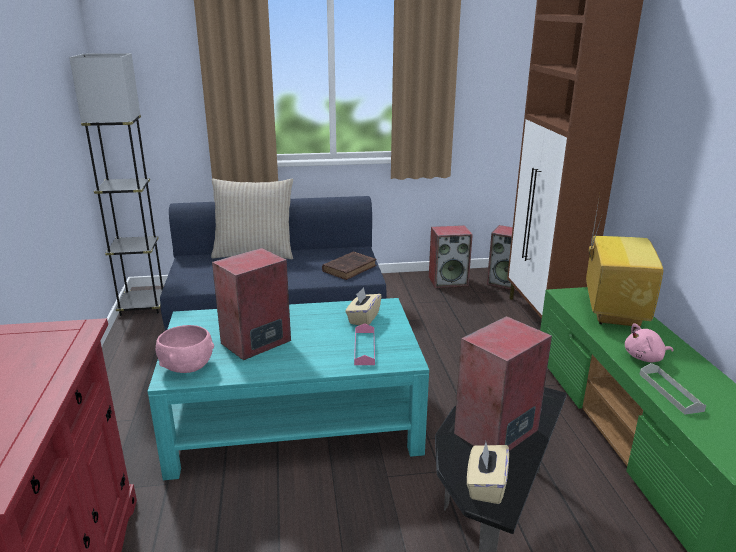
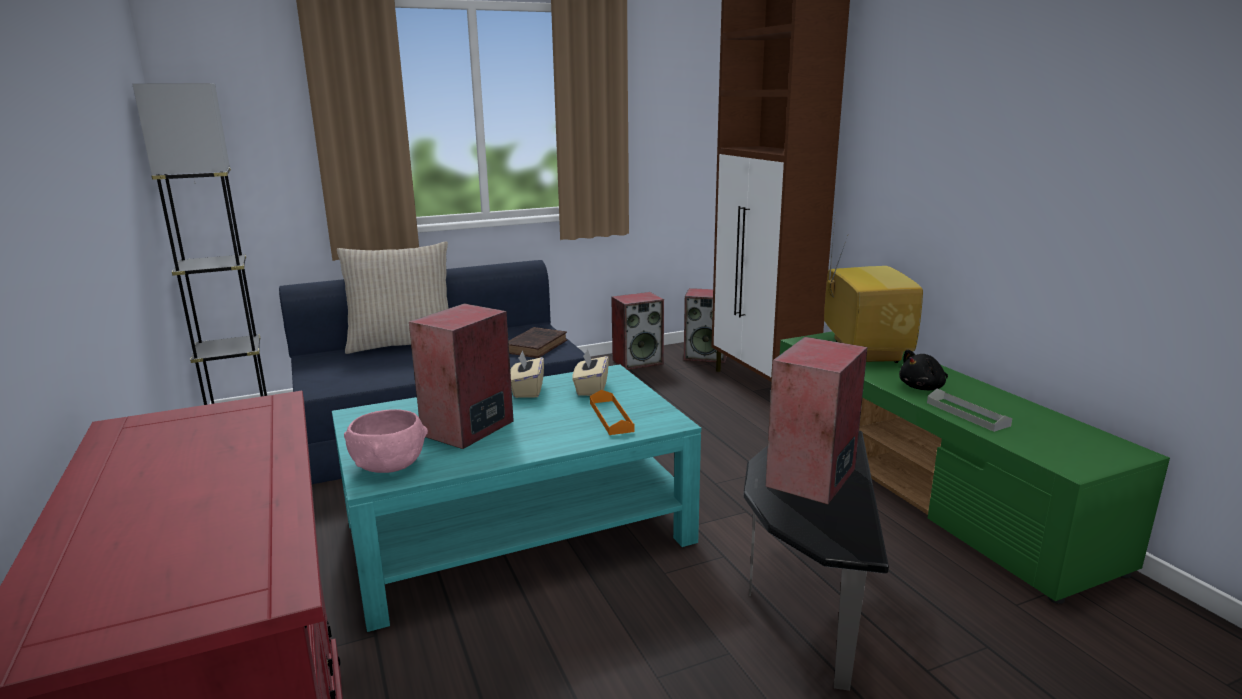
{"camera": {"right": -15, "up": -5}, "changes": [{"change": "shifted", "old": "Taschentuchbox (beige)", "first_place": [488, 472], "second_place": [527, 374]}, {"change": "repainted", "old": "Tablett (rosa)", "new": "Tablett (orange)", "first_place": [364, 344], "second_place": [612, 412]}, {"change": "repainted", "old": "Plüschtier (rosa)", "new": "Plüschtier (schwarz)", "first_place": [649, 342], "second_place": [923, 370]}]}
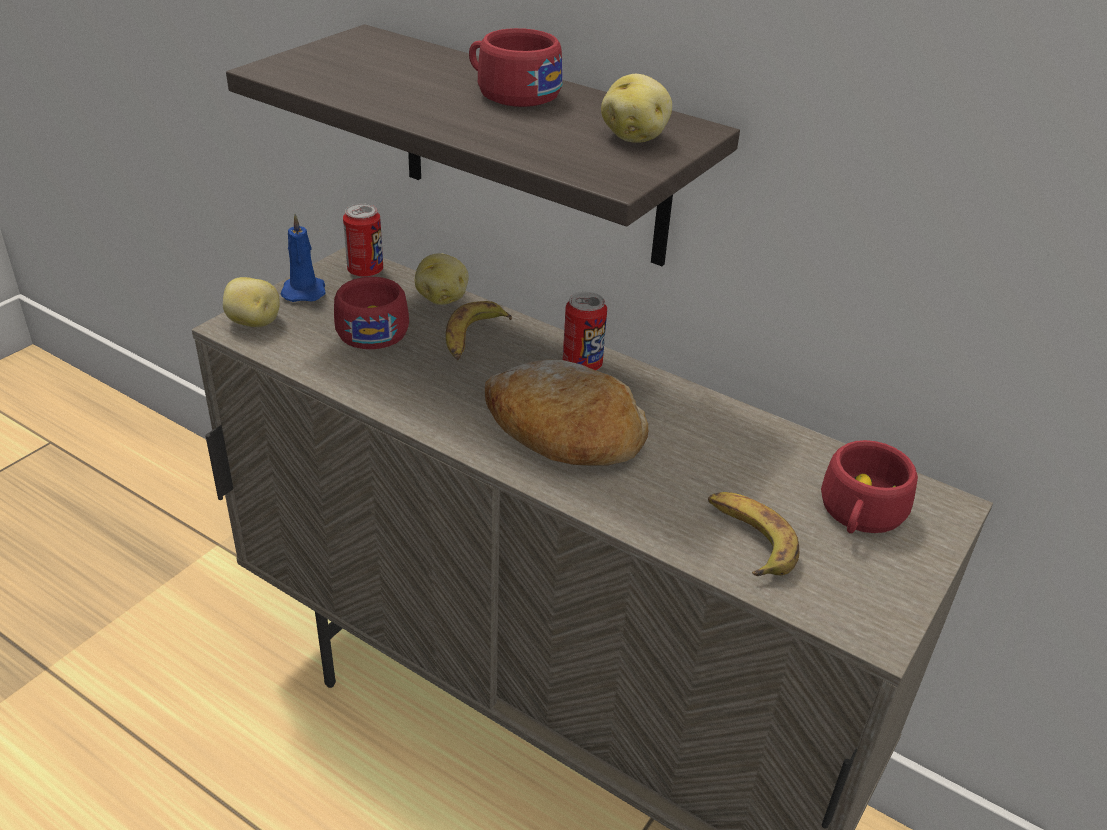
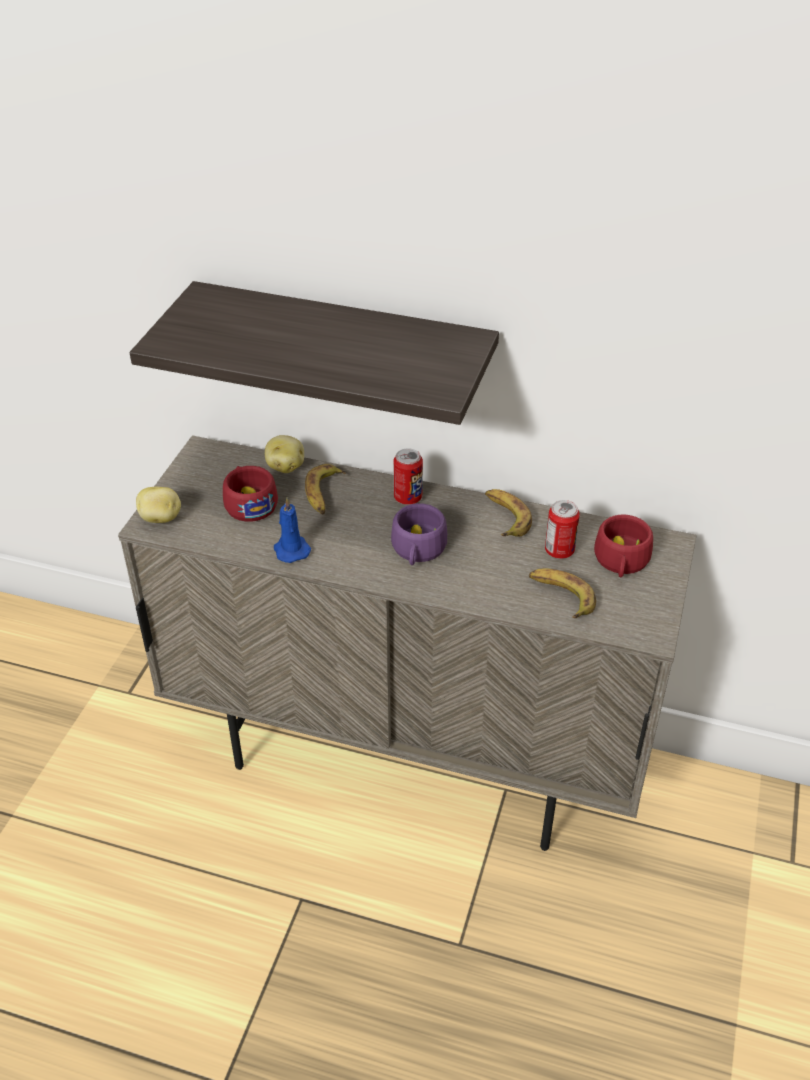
{"camera": {"right": -15, "up": 5}, "changes": [{"change": "gone", "old": "Tasse (rot)", "first_place": [516, 67]}, {"change": "gone", "old": "Kartoffel", "first_place": [636, 108]}, {"change": "new", "new": "Banane", "second_place": [508, 513]}, {"change": "shifted", "old": "Kerze (blau)", "first_place": [303, 257], "second_place": [292, 530]}, {"change": "shifted", "old": "Dose", "first_place": [363, 240], "second_place": [562, 529]}, {"change": "swapped", "old": "Brot", "new": "Tasse (lila)", "first_place": [566, 412], "second_place": [419, 534]}]}
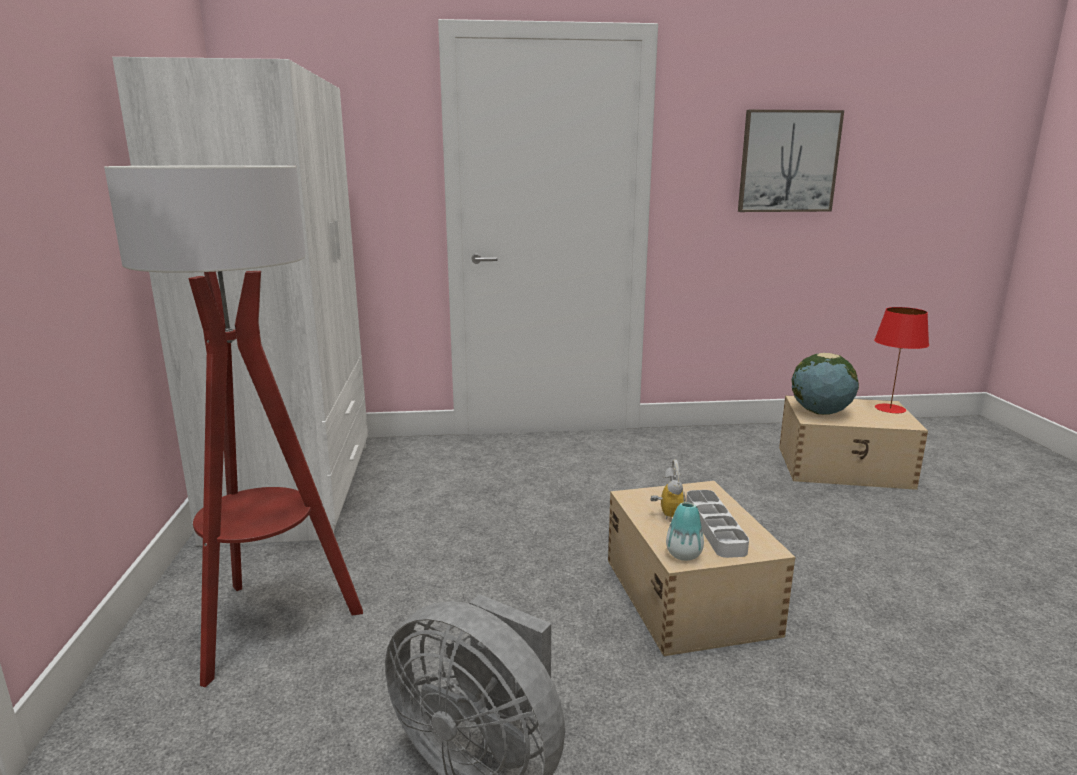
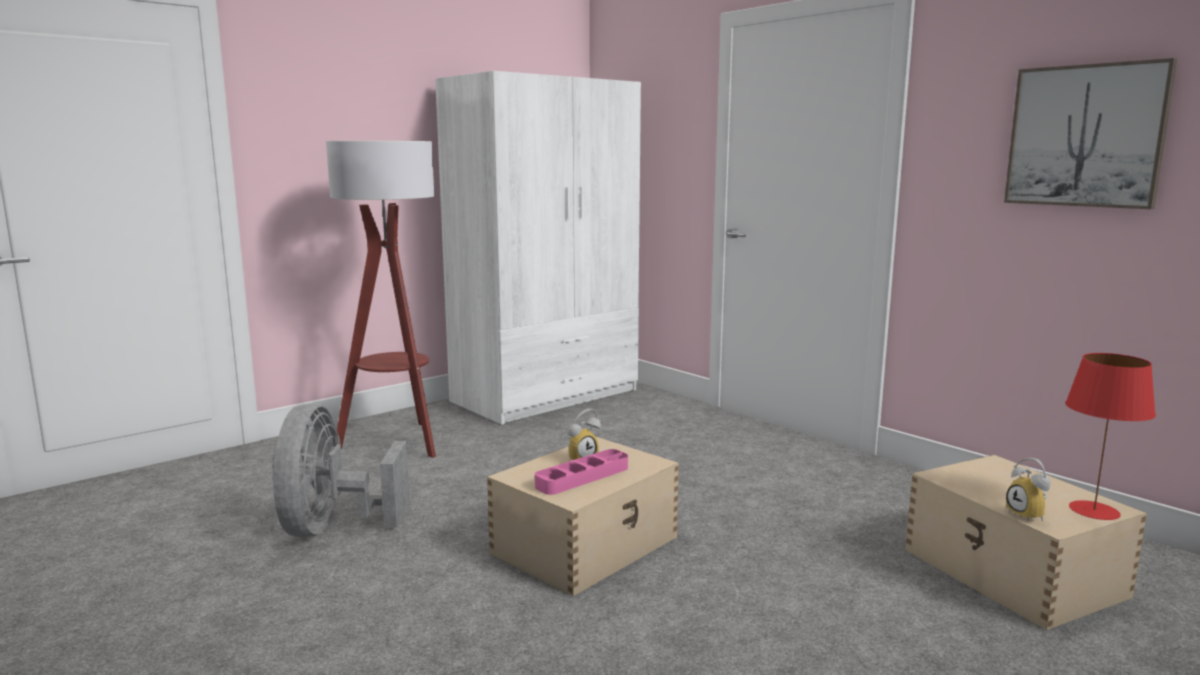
{"camera": {"right": 55, "up": -5}, "changes": [{"change": "gone", "old": "Vase", "first_place": [685, 531]}, {"change": "gone", "old": "Globus", "first_place": [825, 384]}, {"change": "new", "new": "Wecker", "second_place": [1028, 490]}, {"change": "repainted", "old": "Tablett (grau)", "new": "Tablett (rosa)", "first_place": [717, 524], "second_place": [581, 472]}]}
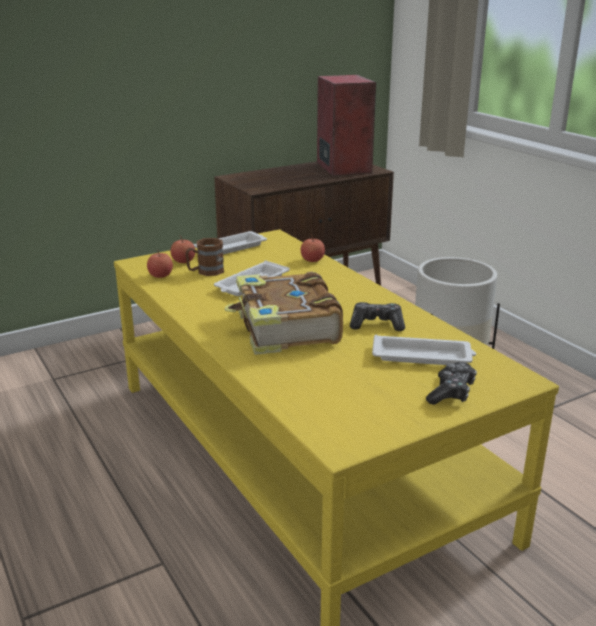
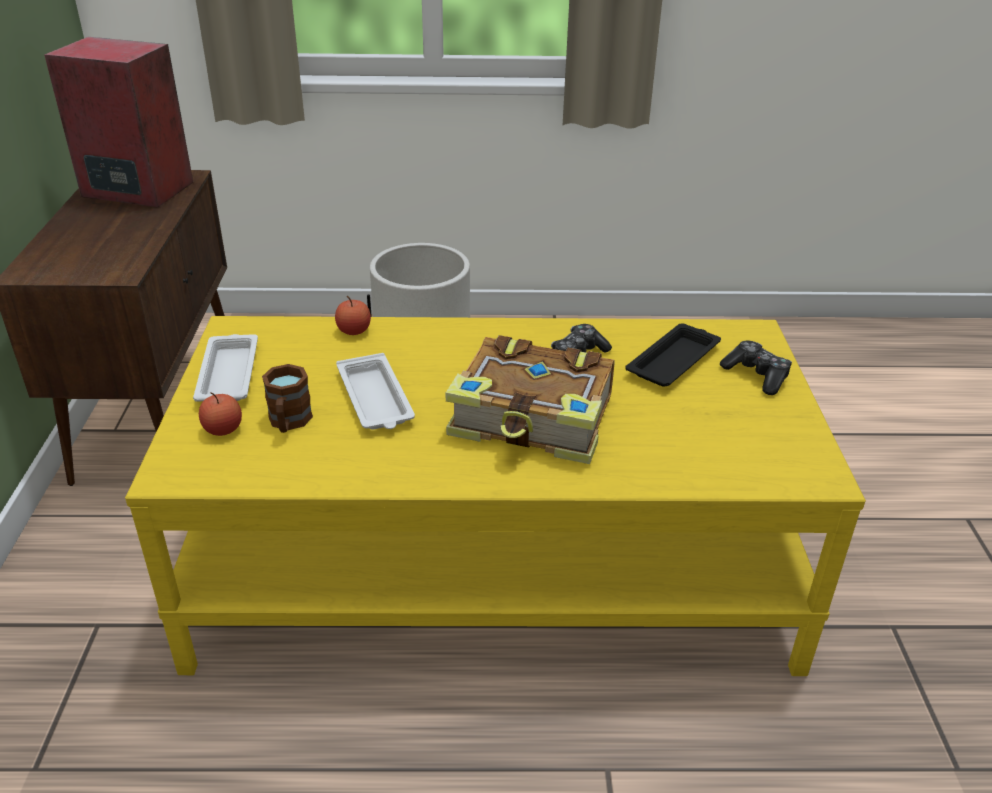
{"camera": {"right": -60, "up": 10}, "changes": [{"change": "gone", "old": "Apfel", "first_place": [160, 264]}, {"change": "repainted", "old": "Tablett (weiß)", "new": "Tablett (schwarz)", "first_place": [424, 349], "second_place": [673, 355]}]}
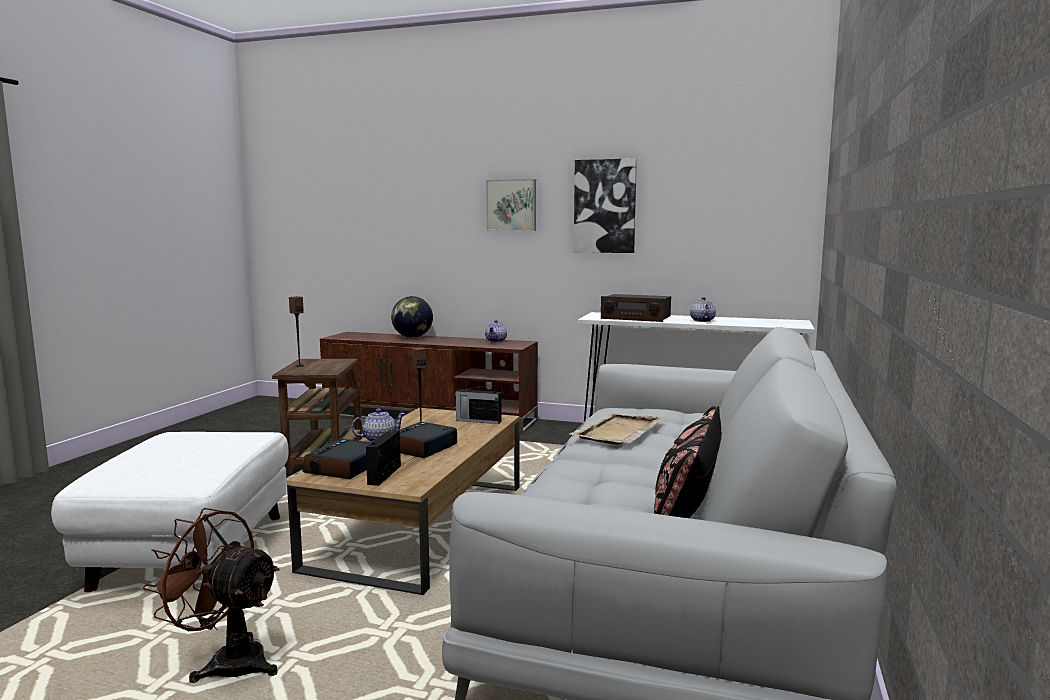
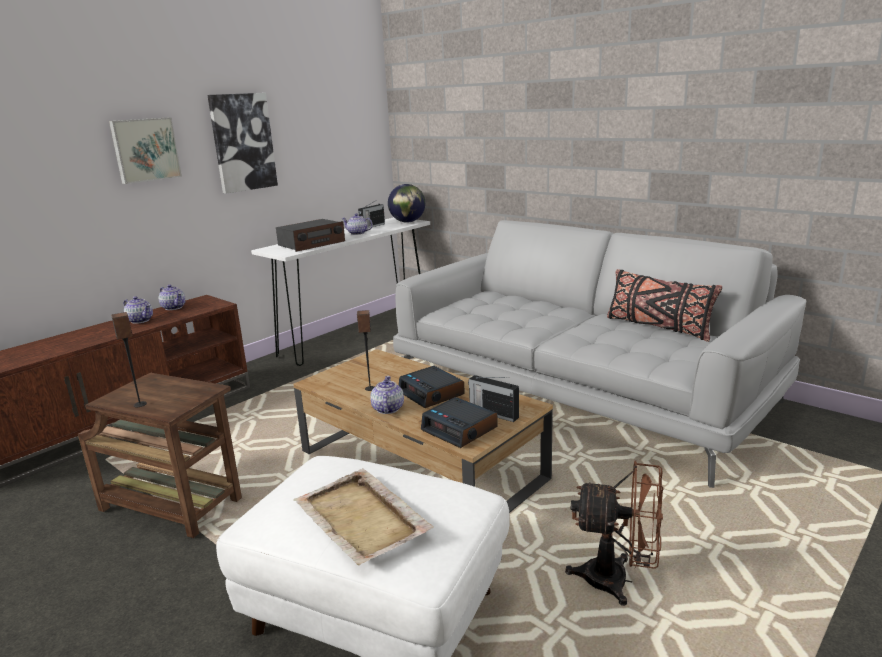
{"camera": {"right": -65, "up": 10}, "changes": [{"change": "new", "new": "Teekanne", "second_place": [138, 310]}, {"change": "shifted", "old": "Globus", "first_place": [412, 317], "second_place": [407, 203]}, {"change": "shifted", "old": "Radio", "first_place": [478, 404], "second_place": [371, 215]}, {"change": "shifted", "old": "Tablett (beige)", "first_place": [616, 428], "second_place": [363, 517]}, {"change": "rotated", "old": "Ventilator (braun)", "first_place": [211, 595], "second_place": [614, 533], "degrees": -120}]}
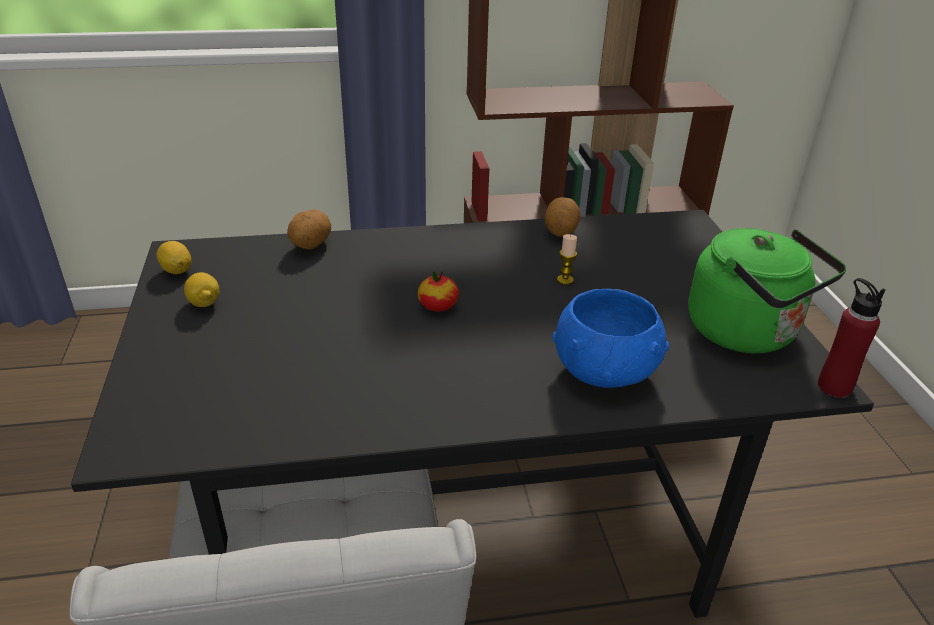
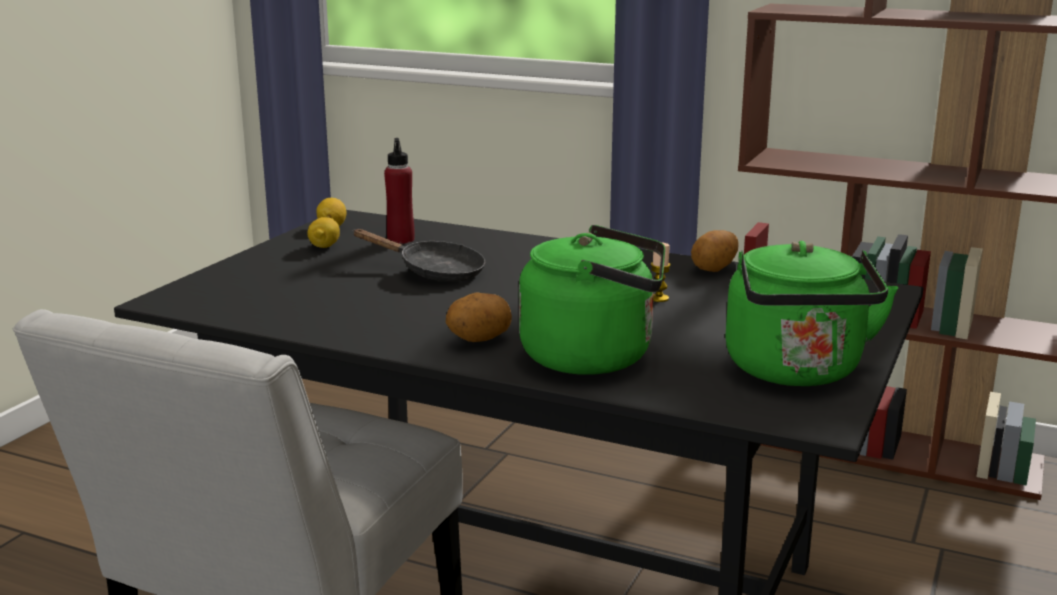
{"camera": {"right": 35, "up": -15}, "changes": [{"change": "gone", "old": "Apfel", "first_place": [438, 291]}, {"change": "new", "new": "Pfanne (schwarz)", "second_place": [418, 255]}, {"change": "shifted", "old": "Kartoffel", "first_place": [309, 229], "second_place": [479, 317]}, {"change": "shifted", "old": "Flasche (rot)", "first_place": [852, 338], "second_place": [399, 191]}, {"change": "swapped", "old": "Schüssel (blau)", "new": "Wasserkessel (grün)", "first_place": [610, 338], "second_place": [592, 300]}]}
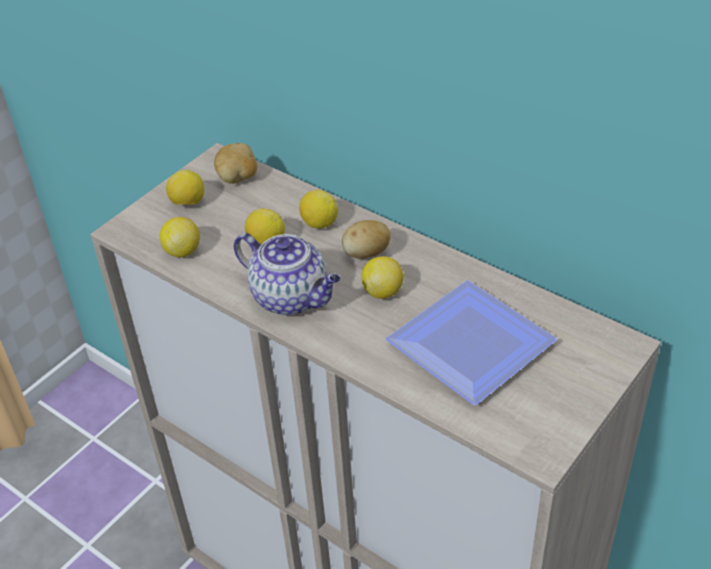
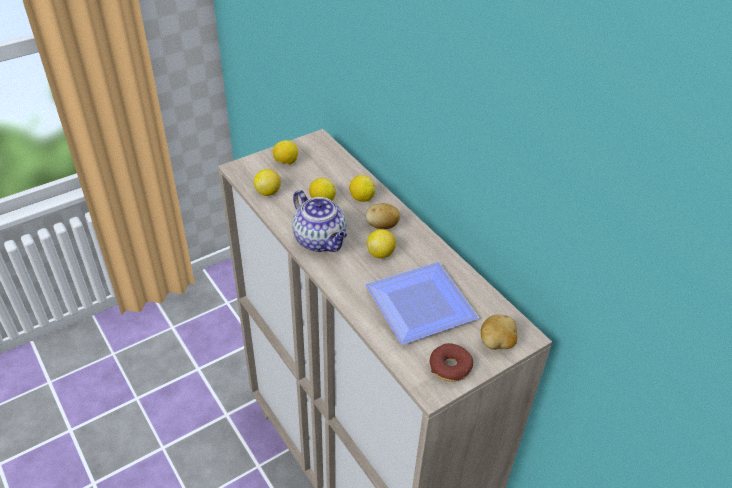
{"camera": {"right": 15, "up": 0}, "changes": [{"change": "new", "new": "Donut", "second_place": [451, 362]}, {"change": "shifted", "old": "Kartoffel", "first_place": [235, 163], "second_place": [499, 332]}]}
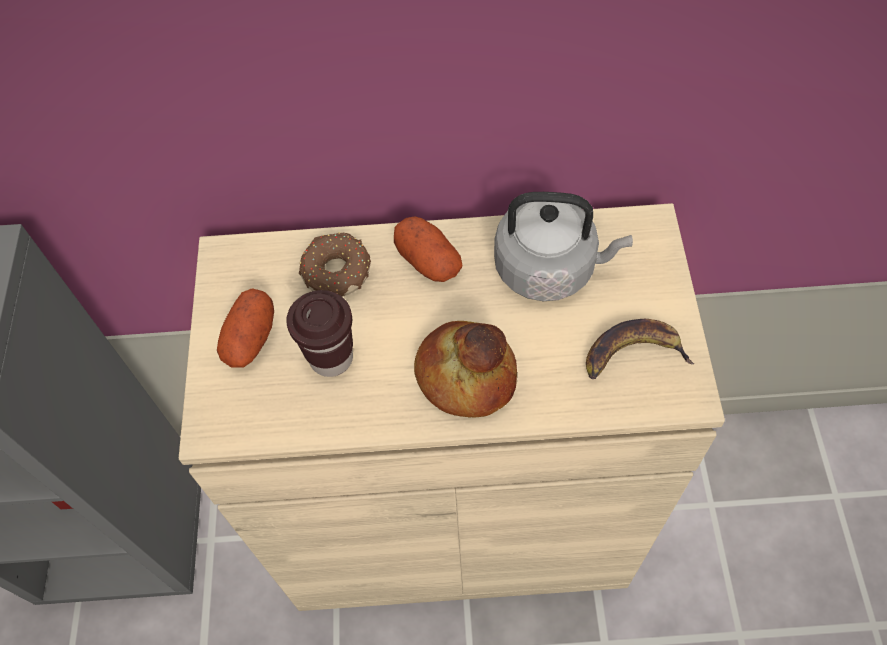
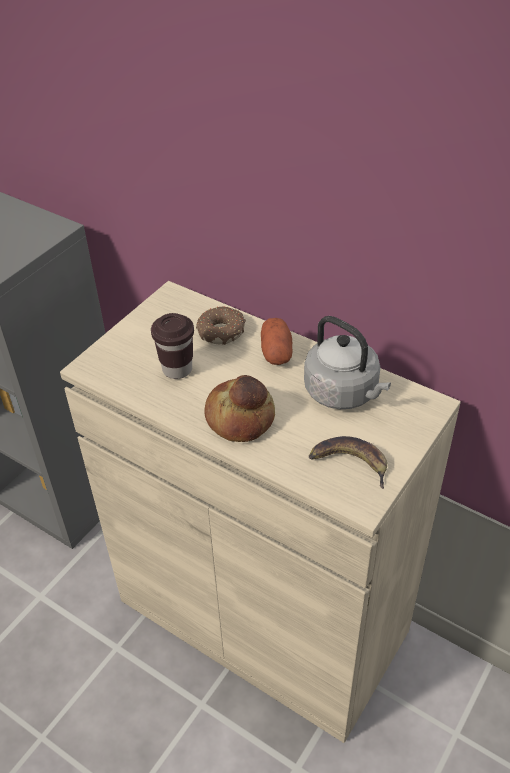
{"camera": {"right": 35, "up": -15}, "changes": [{"change": "gone", "old": "Kartoffel", "first_place": [245, 328]}]}
